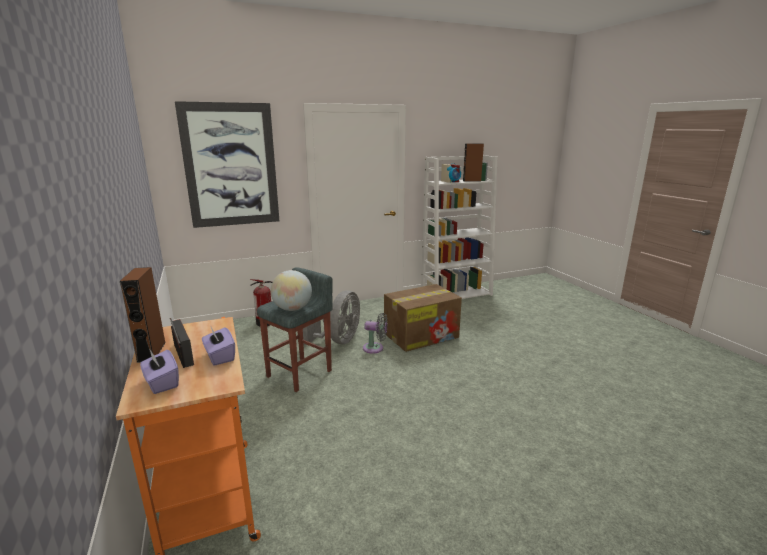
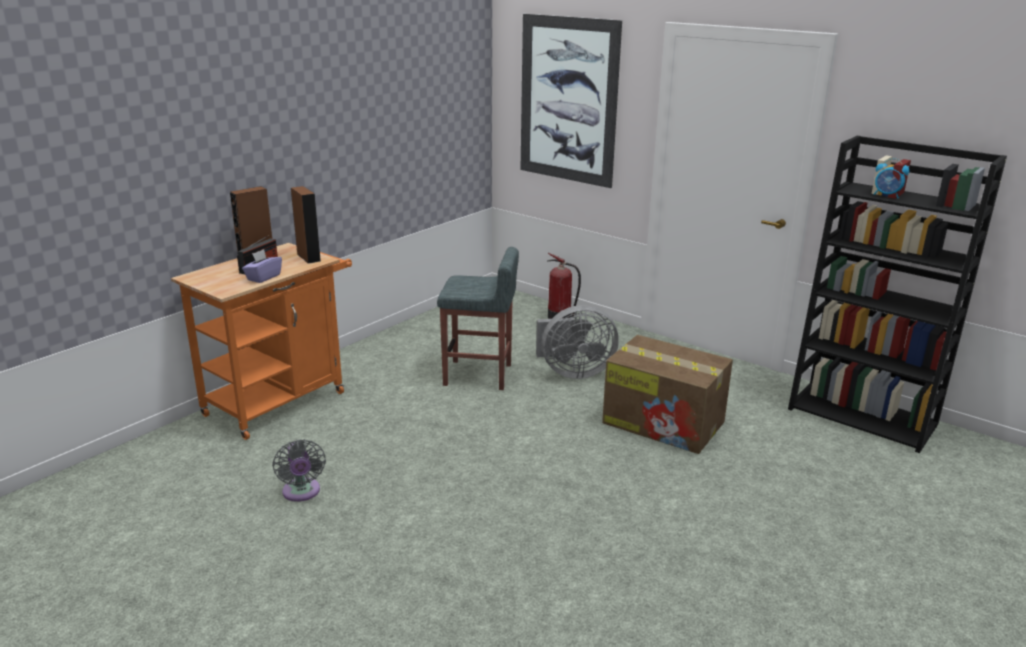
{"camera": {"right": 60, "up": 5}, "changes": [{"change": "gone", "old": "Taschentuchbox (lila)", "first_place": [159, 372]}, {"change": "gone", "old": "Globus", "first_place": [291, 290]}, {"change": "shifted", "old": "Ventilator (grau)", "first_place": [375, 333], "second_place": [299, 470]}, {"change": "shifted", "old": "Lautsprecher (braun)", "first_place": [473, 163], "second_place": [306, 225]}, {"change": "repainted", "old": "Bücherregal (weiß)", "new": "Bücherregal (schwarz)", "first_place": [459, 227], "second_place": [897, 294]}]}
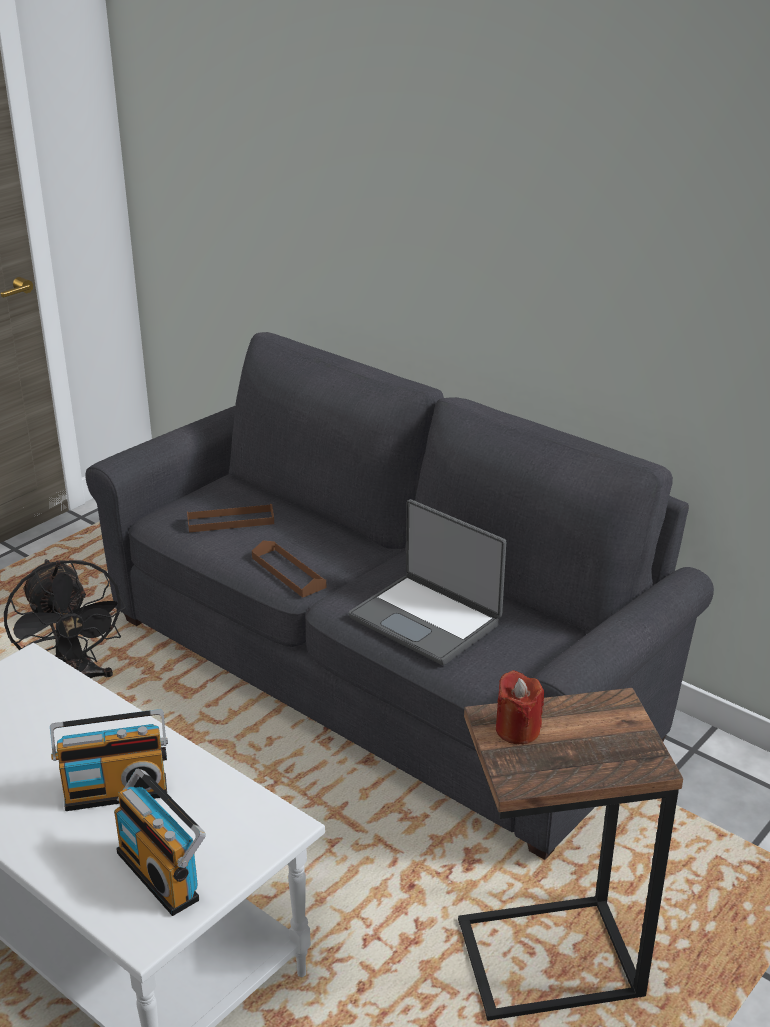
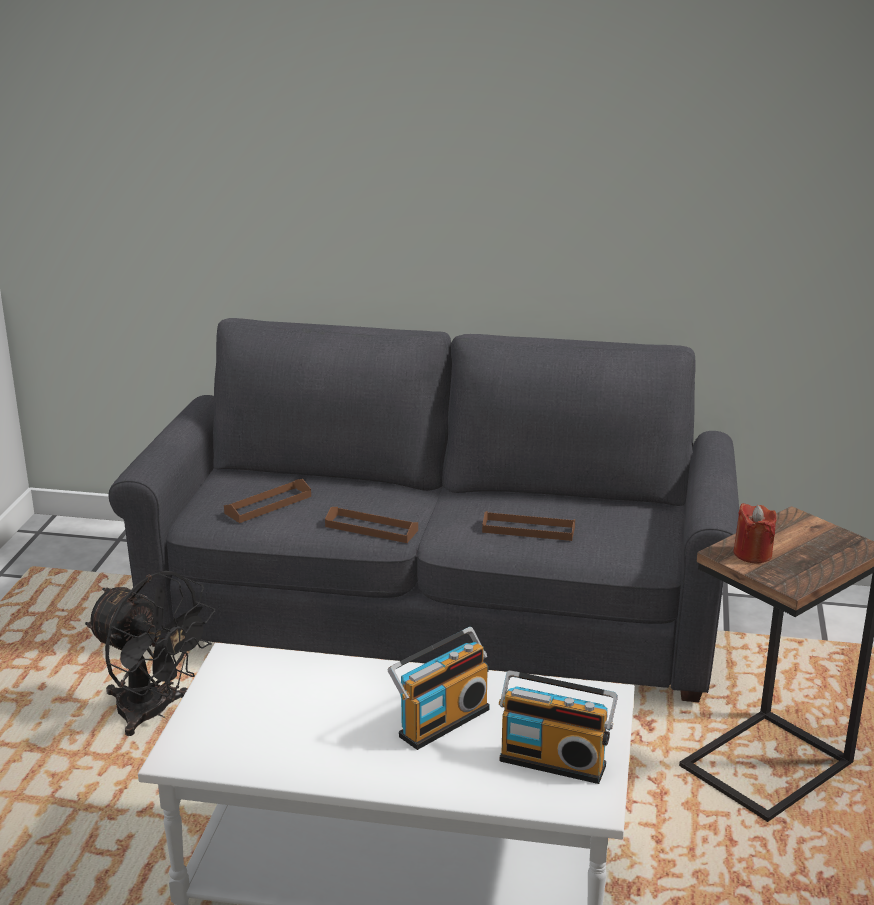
{"camera": {"right": -30, "up": -5}, "changes": [{"change": "swapped", "old": "Laptop", "new": "Tablett (braun)", "first_place": [427, 582], "second_place": [528, 526]}]}
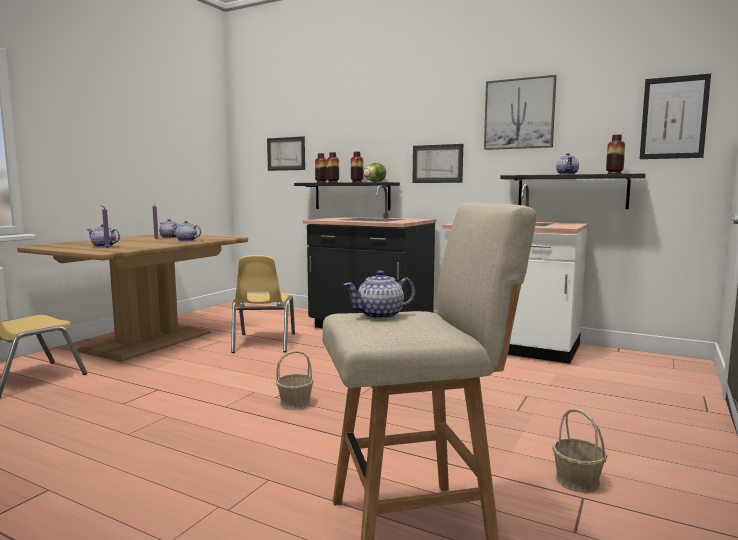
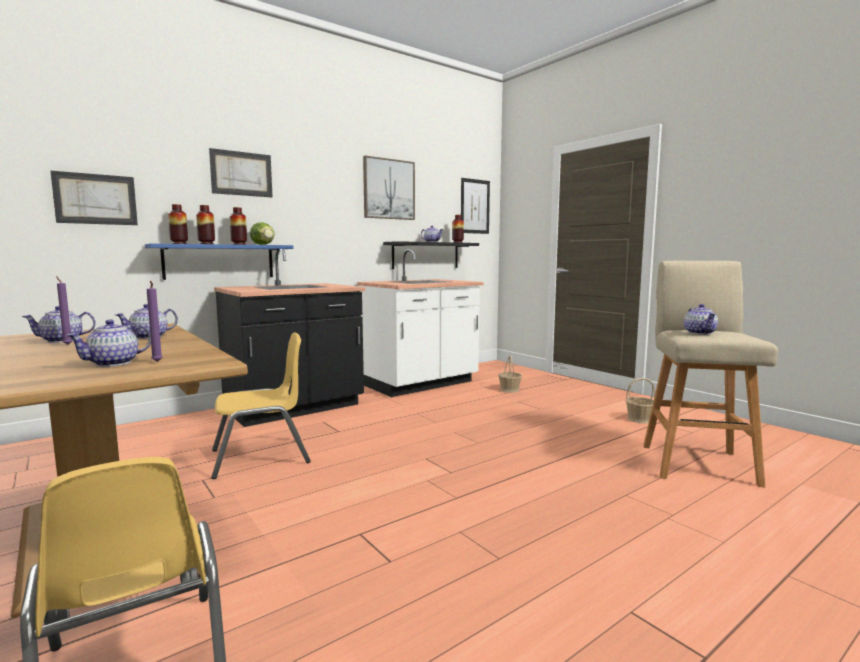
{"camera": {"right": -65, "up": 0}, "changes": [{"change": "shifted", "old": "Korb", "first_place": [295, 380], "second_place": [510, 374]}, {"change": "shifted", "old": "Bild", "first_place": [437, 163], "second_place": [241, 172]}, {"change": "repainted", "old": "Wandregal (schwarz)", "new": "Wandregal (blau)", "first_place": [347, 196], "second_place": [219, 261]}, {"change": "rotated", "old": "Stuhl (gelb)", "first_place": [263, 304], "second_place": [261, 405], "degrees": -45}]}
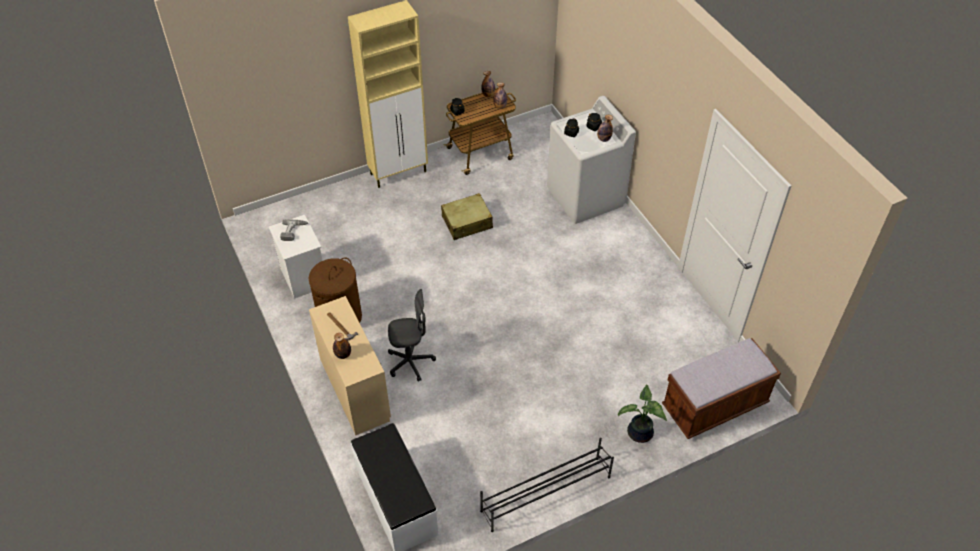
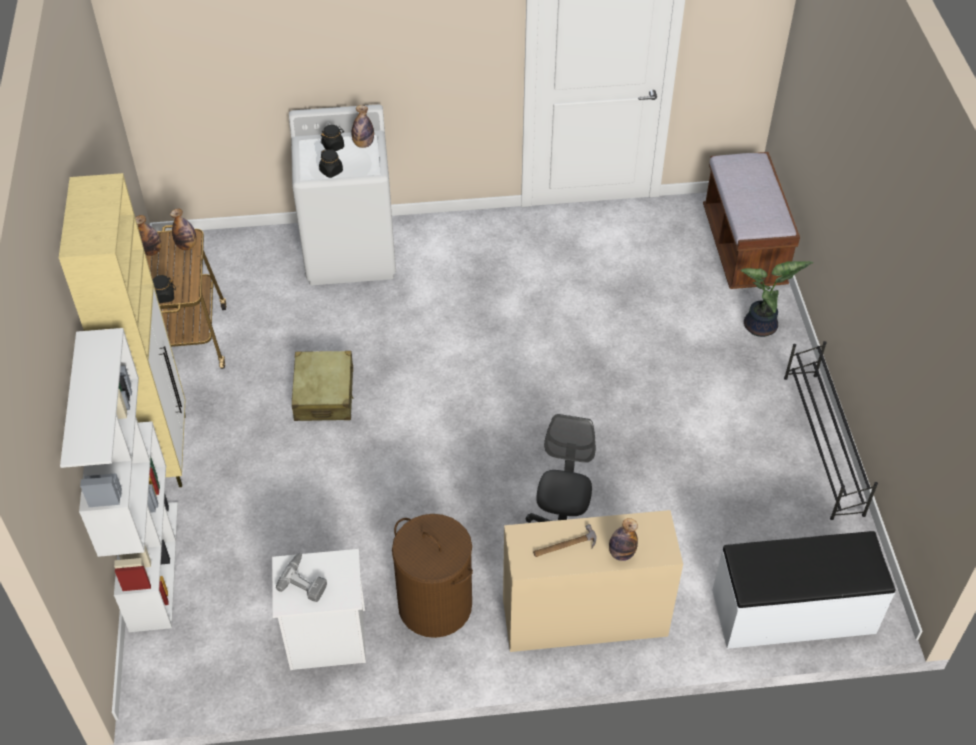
{"camera": {"right": -70, "up": 0}, "changes": [{"change": "new", "new": "Bücherregal (weiß)", "second_place": [119, 480]}]}
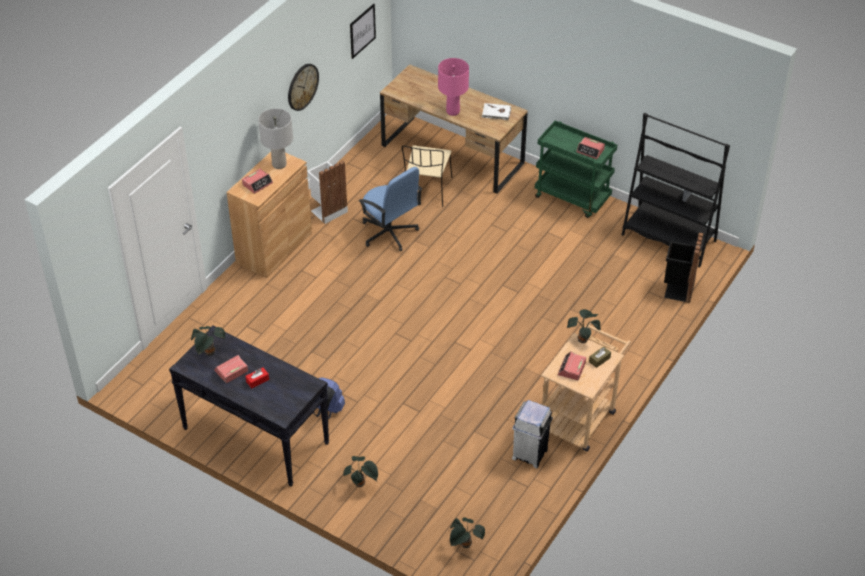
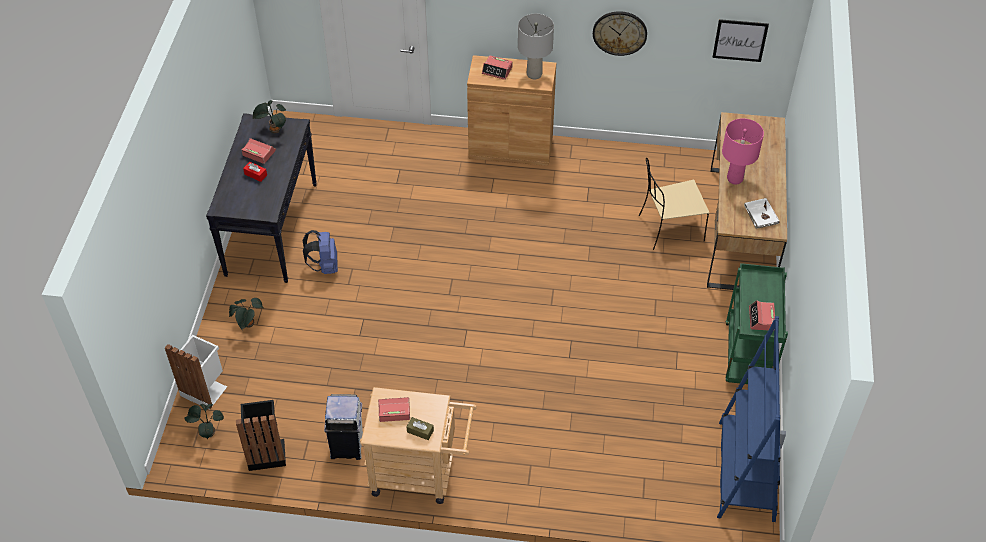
{"camera": {"right": 65, "up": 5}, "changes": [{"change": "gone", "old": "Bürostuhl (blau)", "first_place": [390, 209]}, {"change": "gone", "old": "Topfpflanze", "first_place": [584, 326]}, {"change": "shifted", "old": "Mülleimer (weiß)", "first_place": [327, 192], "second_place": [196, 372]}, {"change": "shifted", "old": "Mülleimer (schwarz)", "first_place": [683, 267], "second_place": [261, 435]}, {"change": "repainted", "old": "Bücherregal (schwarz)", "new": "Bücherregal (blau)", "first_place": [676, 190], "second_place": [751, 419]}]}
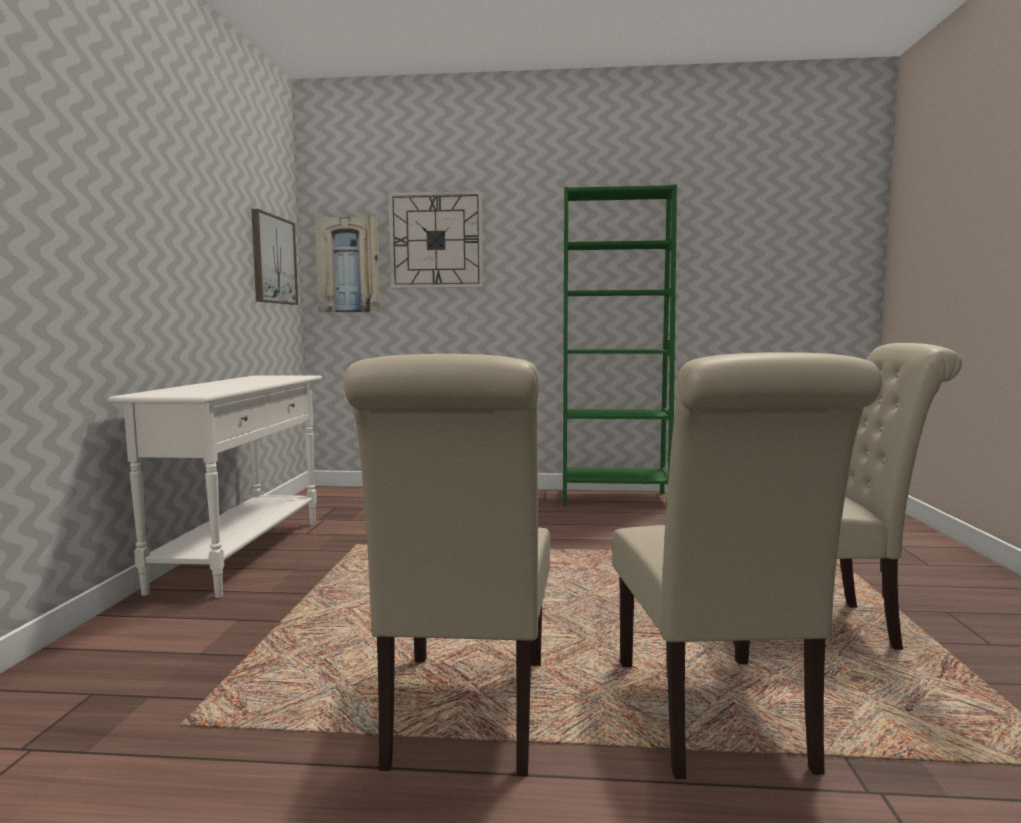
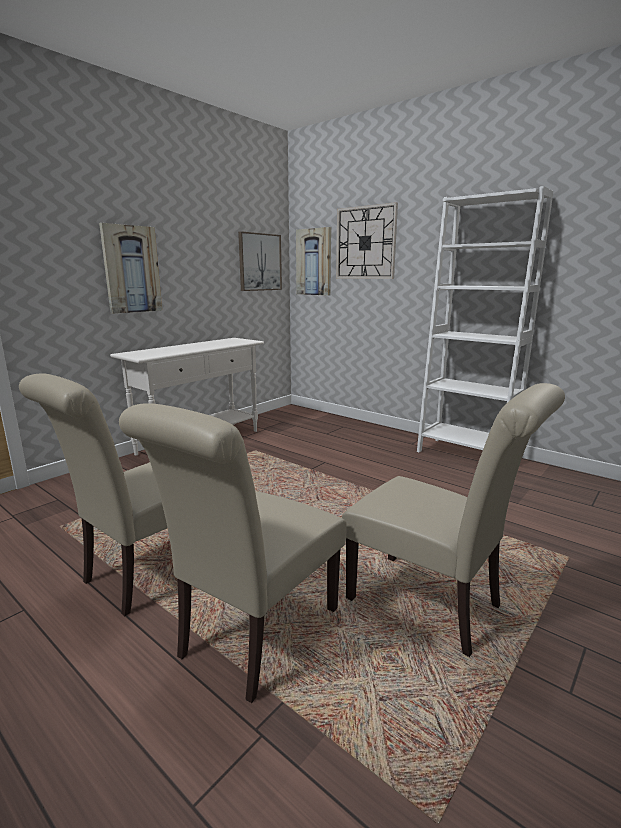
{"camera": {"right": 35, "up": 10}, "changes": [{"change": "new", "new": "Bild", "second_place": [130, 268]}, {"change": "repainted", "old": "Bücherregal (grün)", "new": "Bücherregal (weiß)", "first_place": [620, 345], "second_place": [485, 319]}]}
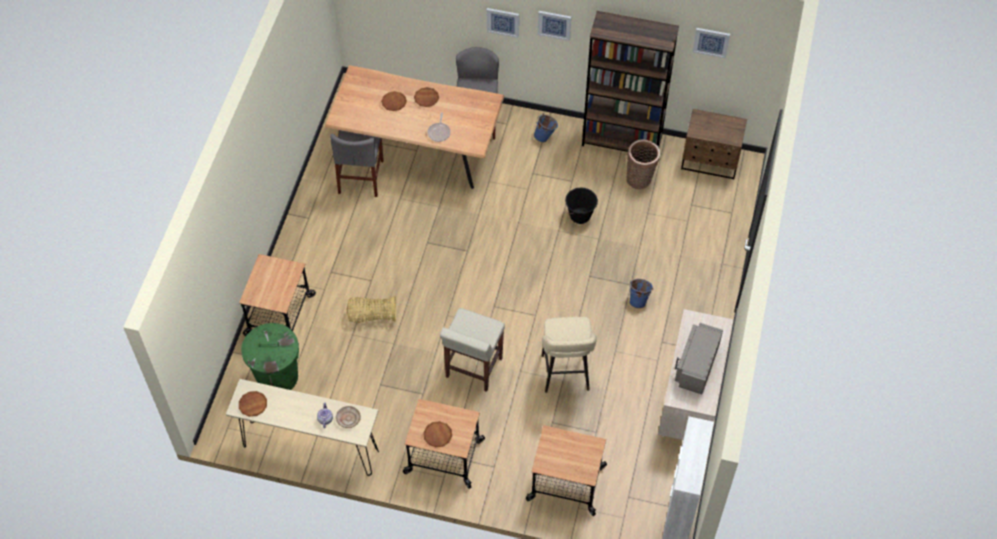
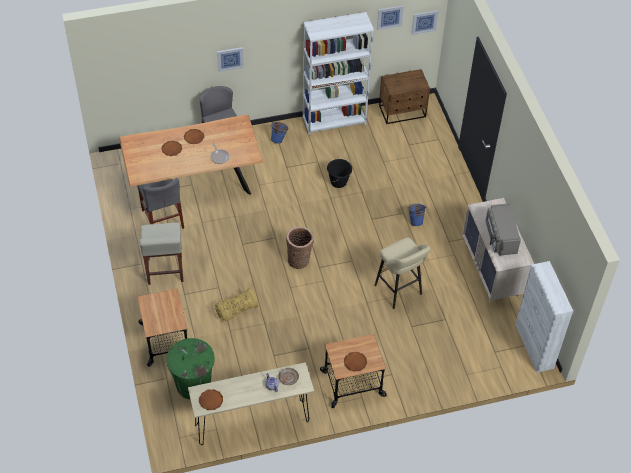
{"camera": {"right": -30, "up": -5}, "changes": [{"change": "gone", "old": "Rollwagen", "first_place": [566, 470]}, {"change": "shifted", "old": "Hocker (beige)", "first_place": [472, 350], "second_place": [161, 253]}, {"change": "shifted", "old": "Bild", "first_place": [554, 26], "second_place": [425, 22]}, {"change": "shifted", "old": "Korb", "first_place": [643, 164], "second_place": [300, 248]}, {"change": "repainted", "old": "Bücherregal (braun)", "new": "Bücherregal (weiß)", "first_place": [630, 81], "second_place": [338, 74]}]}
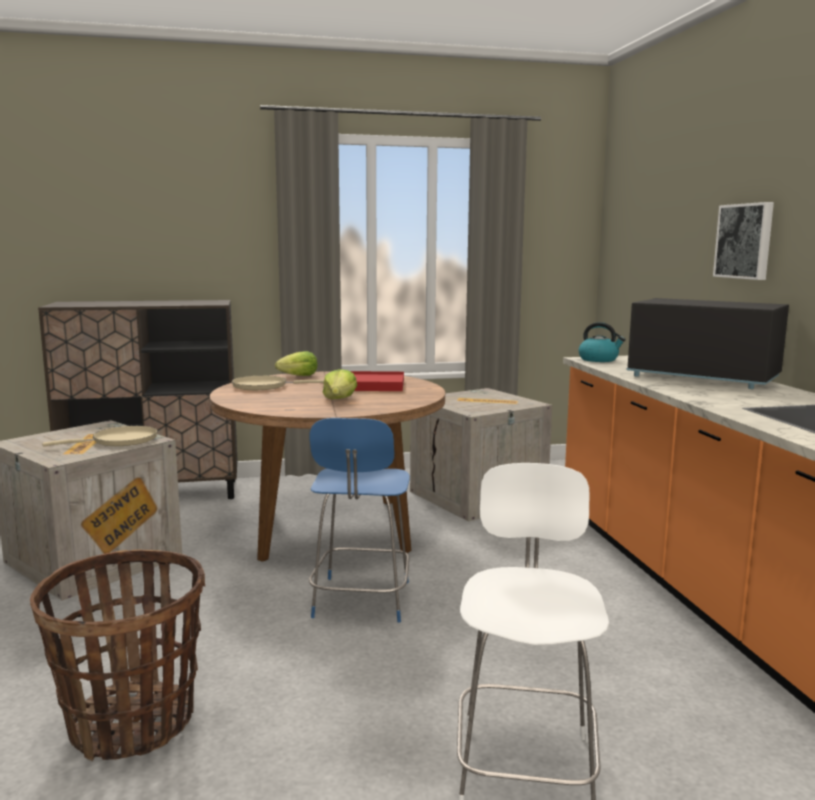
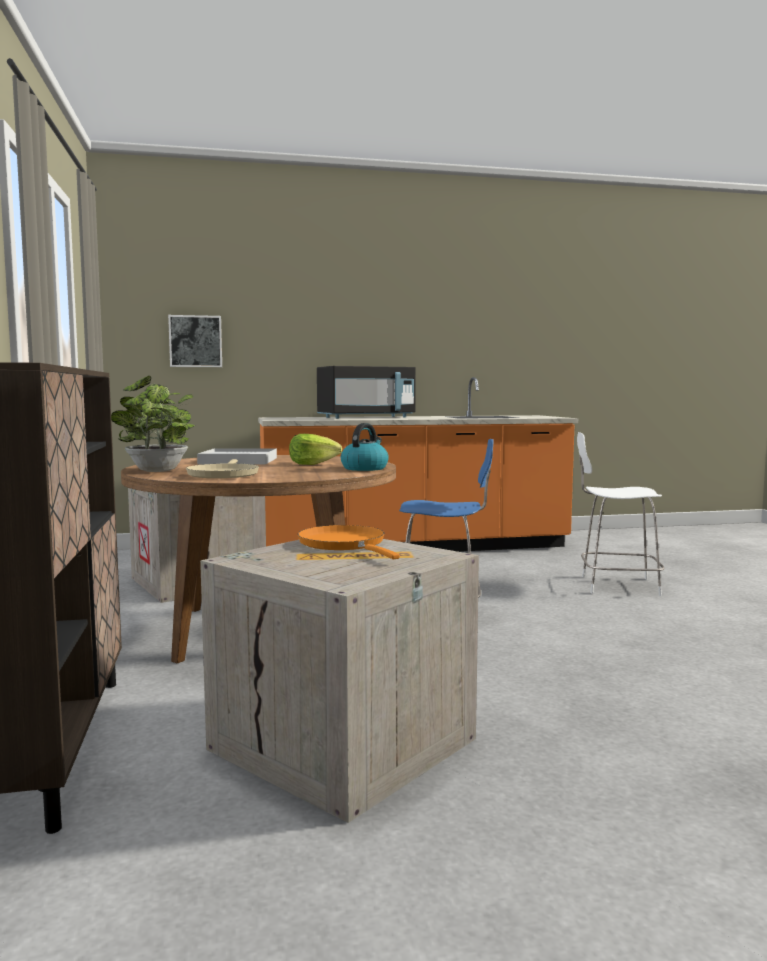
{"camera": {"right": -90, "up": -5}, "changes": [{"change": "gone", "old": "Korb", "first_place": [117, 655]}, {"change": "shifted", "old": "Wasserkessel", "first_place": [602, 342], "second_place": [365, 447]}, {"change": "shifted", "old": "Bild", "first_place": [743, 241], "second_place": [195, 341]}, {"change": "swapped", "old": "Salatkopf", "new": "Topfpflanze", "first_place": [296, 363], "second_place": [153, 424]}, {"change": "repainted", "old": "Pfanne (beige)", "new": "Pfanne (orange)", "first_place": [99, 436], "second_place": [349, 542]}, {"change": "repainted", "old": "Tablett (rot)", "new": "Tablett (weiß)", "first_place": [377, 381], "second_place": [237, 456]}, {"change": "rotated", "old": "Mikrowelle (schwarz)", "first_place": [708, 343], "second_place": [366, 392], "degrees": -150}]}
